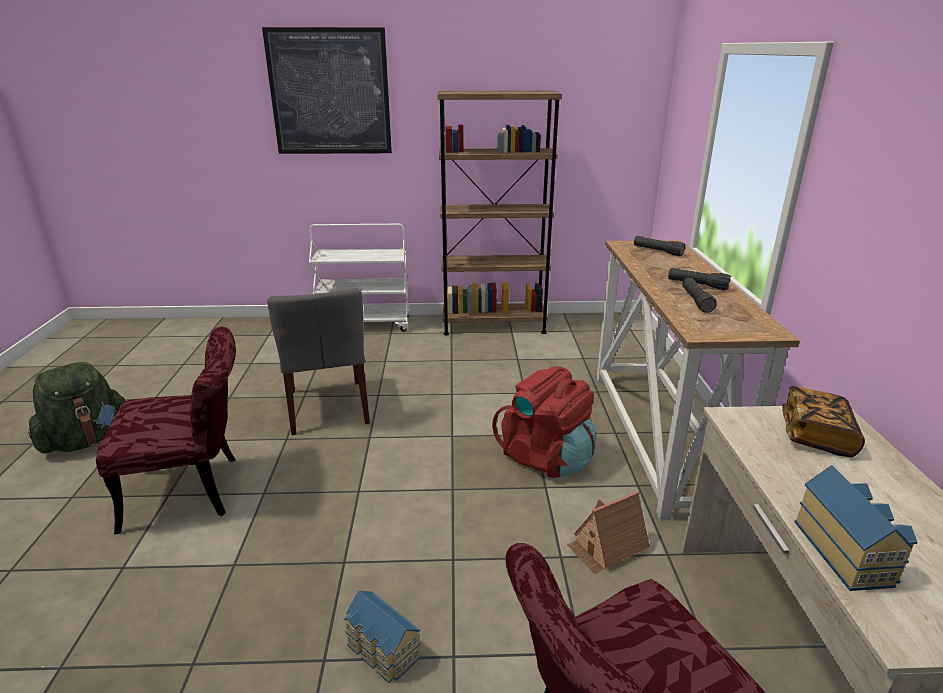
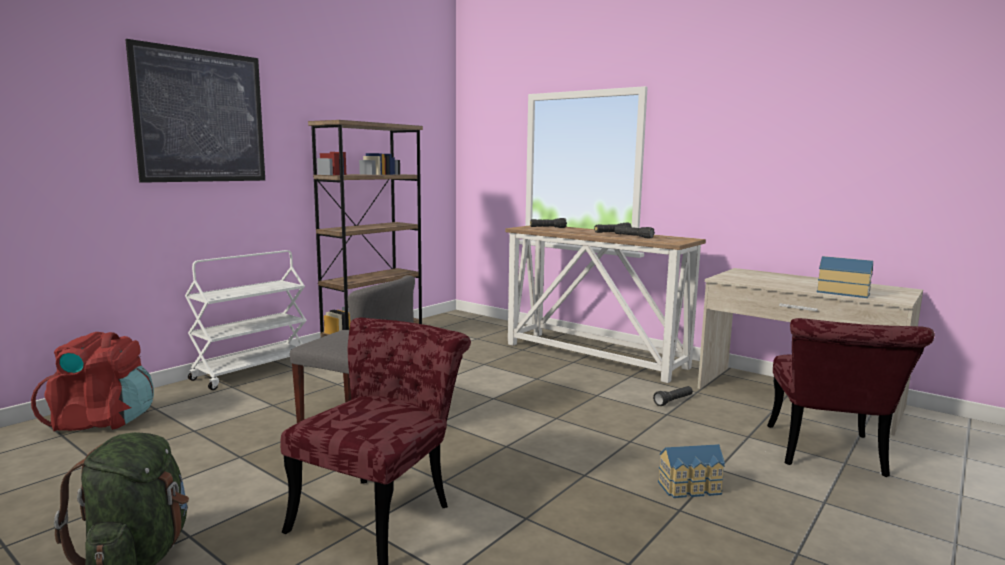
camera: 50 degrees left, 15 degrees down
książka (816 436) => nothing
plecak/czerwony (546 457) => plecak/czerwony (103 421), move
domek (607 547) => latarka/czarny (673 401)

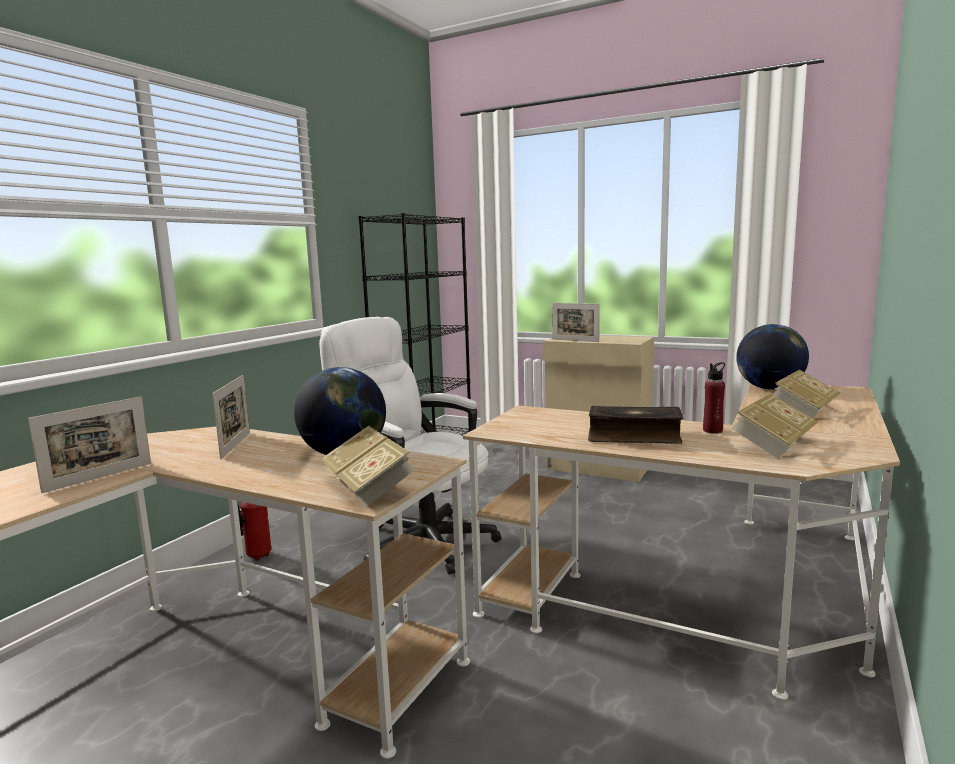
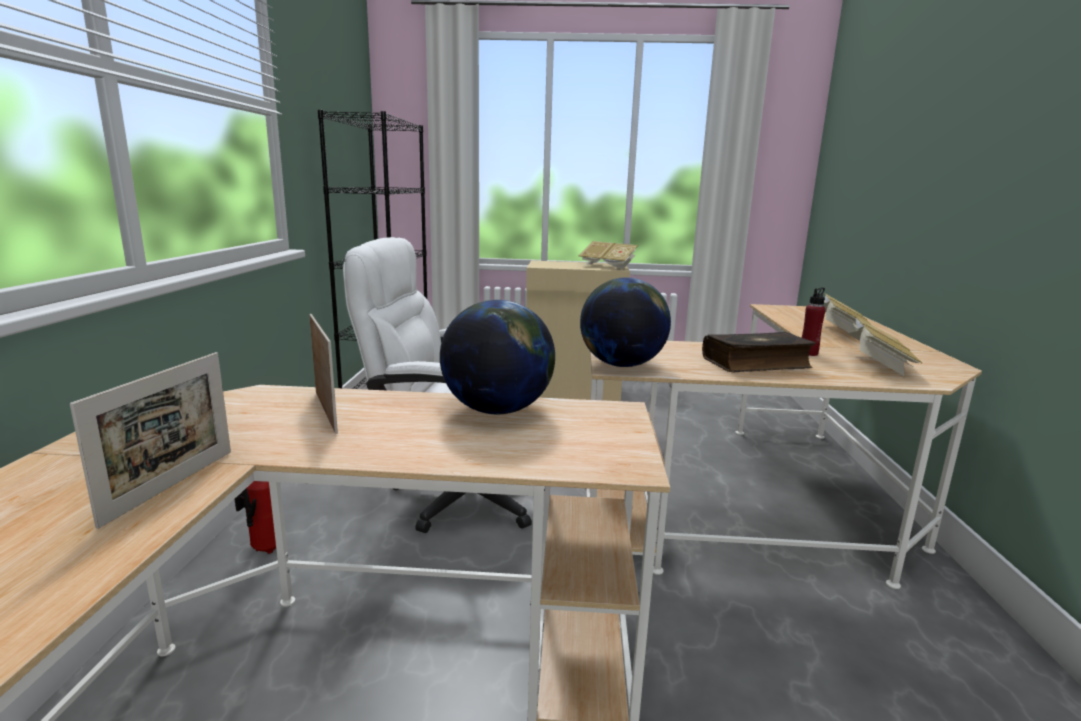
camera: 25 degrees left, 5 degrees up
ramka na zdjęcie (575 340) => nothing
książka (368 487) => książka (607 266), move
globus (769 388) => globus (621 364), move

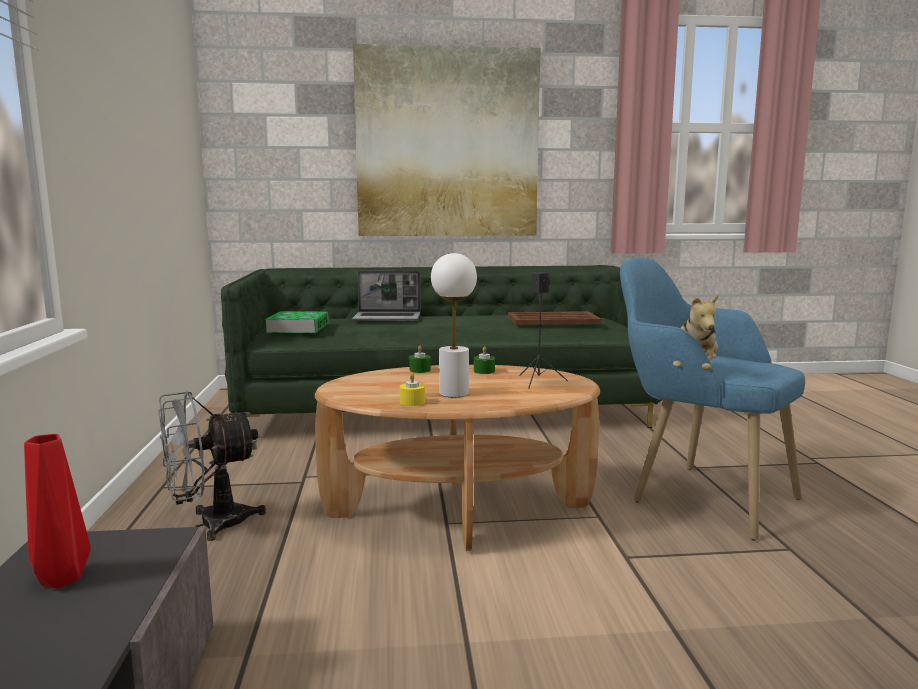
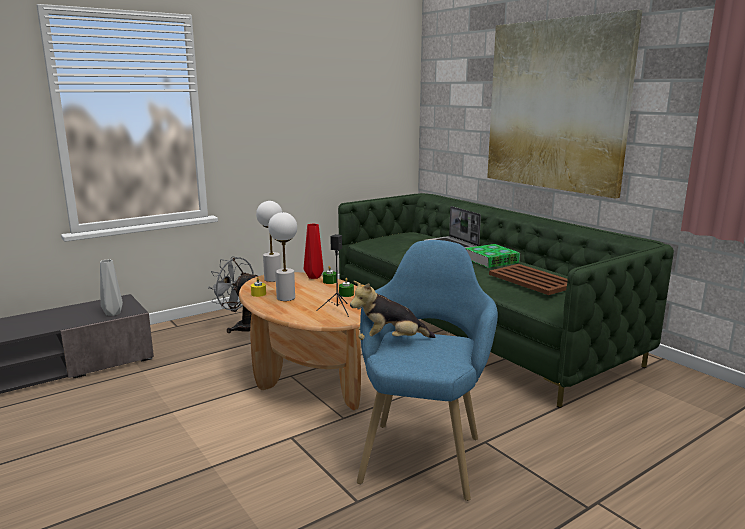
camera: 60 degrees right, 5 degrees up
nothing => wazon/szary (112 314)
nothing => lampa stołowa/biały (273 279)
wazon/czerwony (64 578) => wazon/czerwony (315 277), move
książka (298 328) => książka (491 260), move

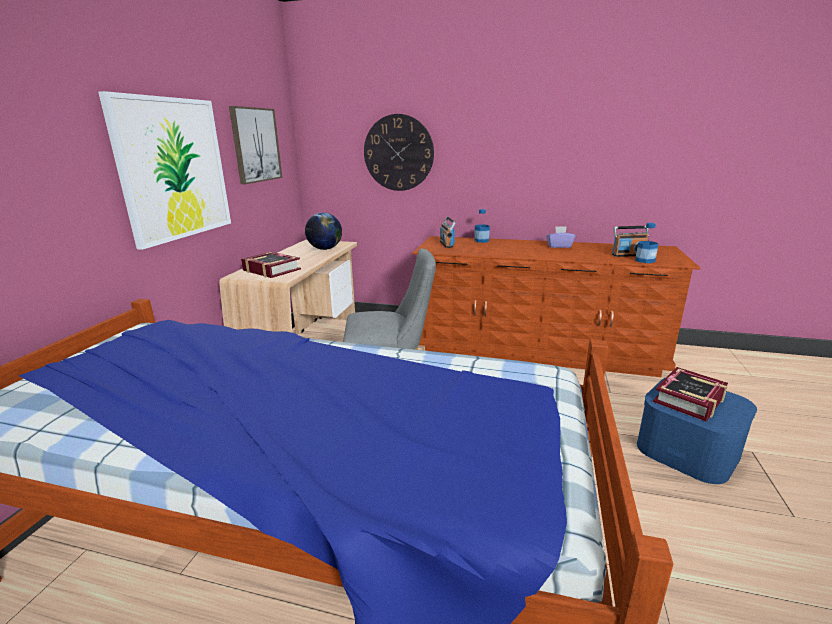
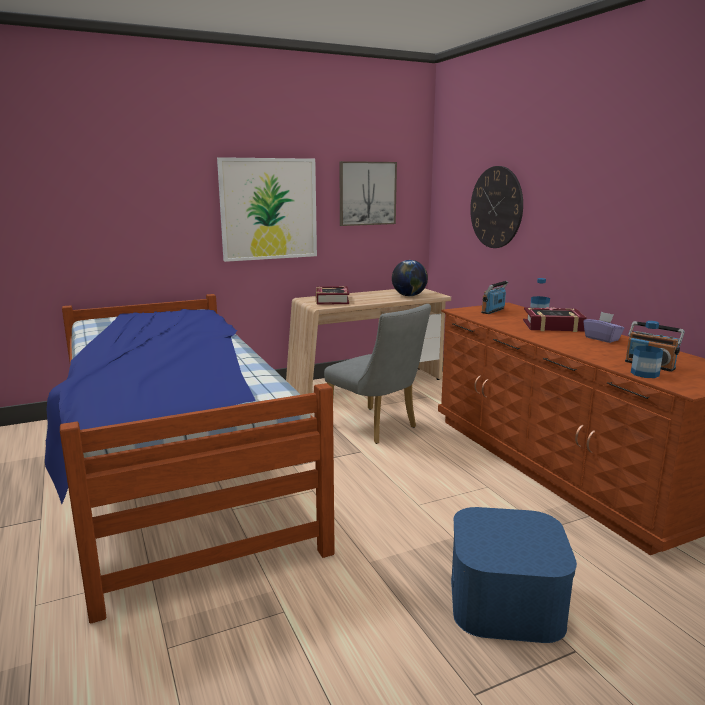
camera: 50 degrees right, 5 degrees down
książka (689 399) => książka (553 326), move

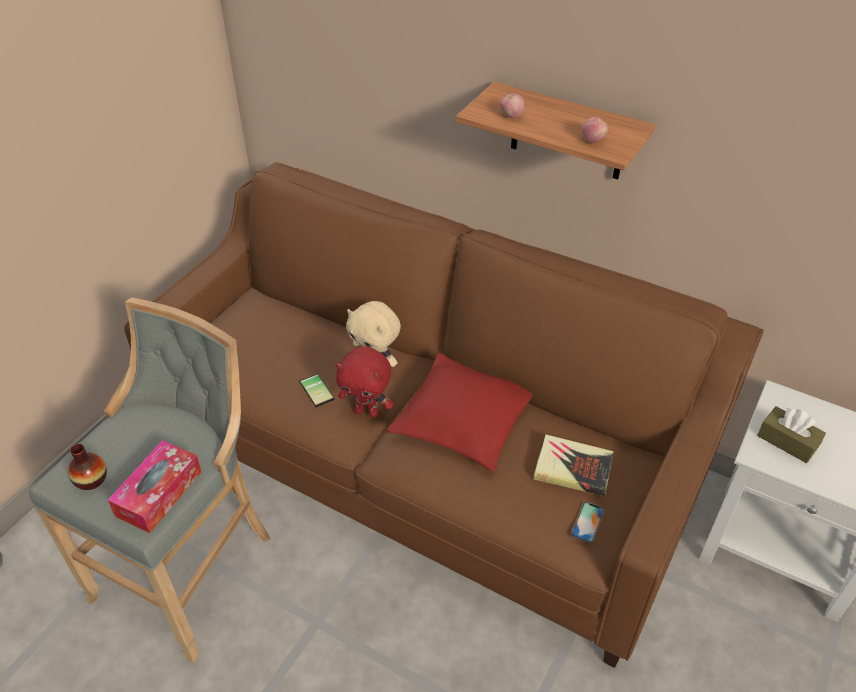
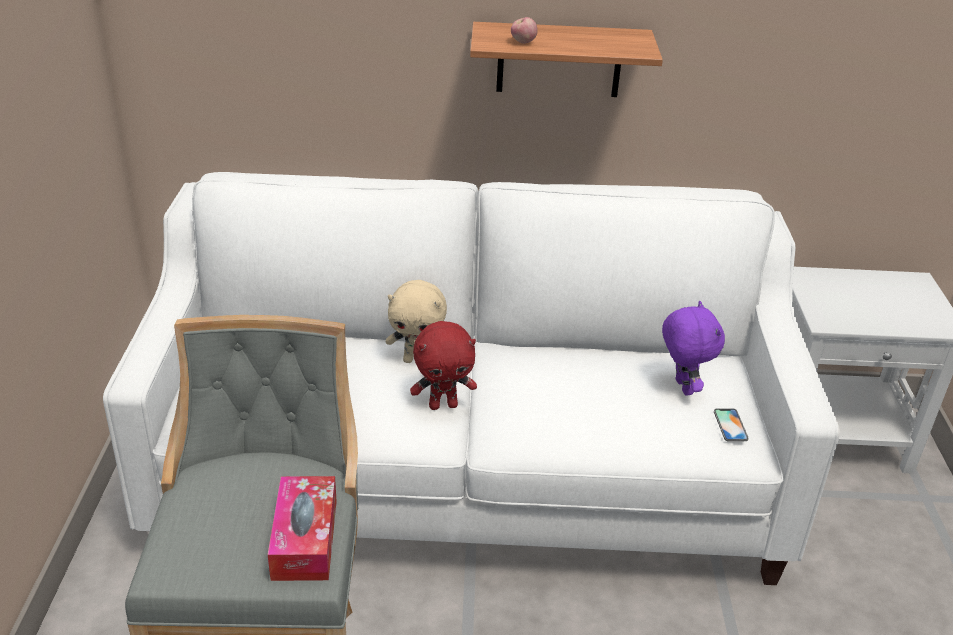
camera: 30 degrees left, 10 degrees down
wazon (91 479) => nothing
telefon (319 389) => nothing
poduszka/czerwony (463 421) => nothing
jabłko (593 141) => nothing
pudełko chusteczek/brązowy (787 441) => nothing
książka (572 469) => pluszak/fioletowy (681 387)
kanapa/brązowy (427 460) => kanapa/biały (468 472)

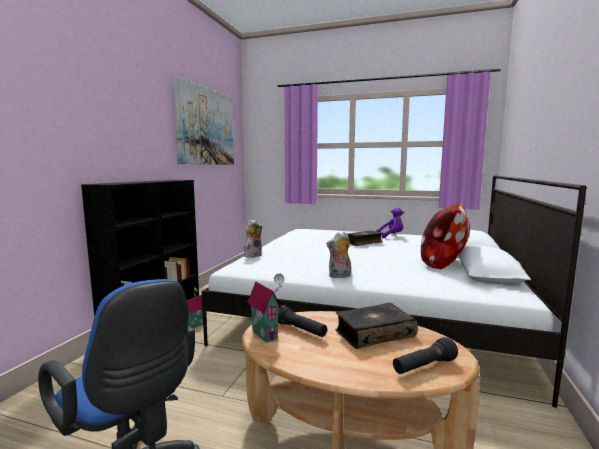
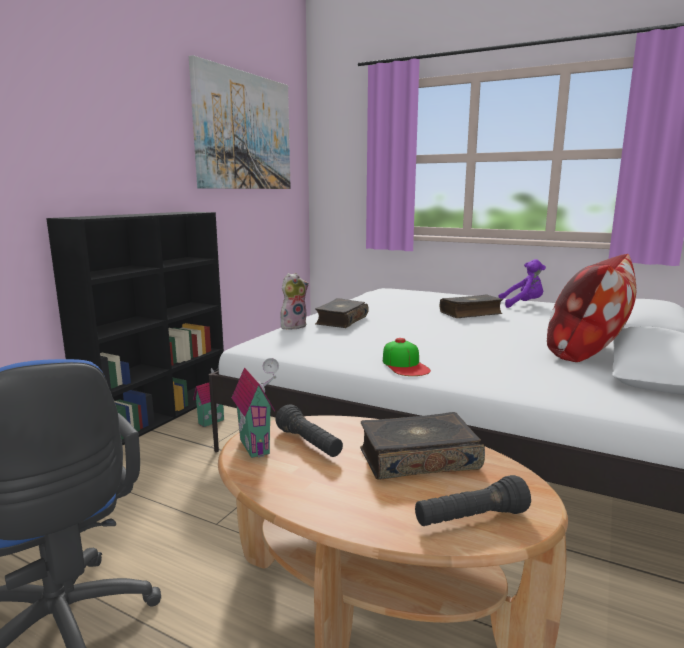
camera: 10 degrees right, 5 degrees up
nothing => książka (341 321)
pluszak (339 276) => czapka z daszkiem (405 365)

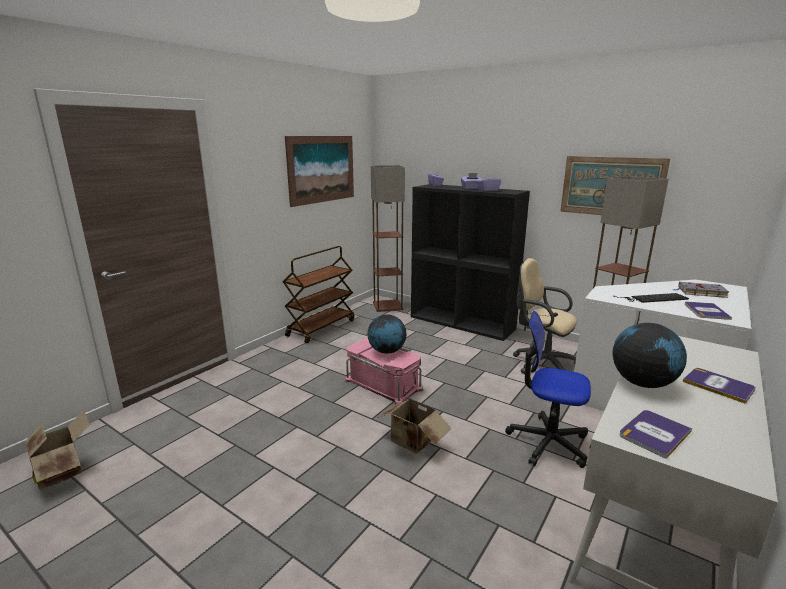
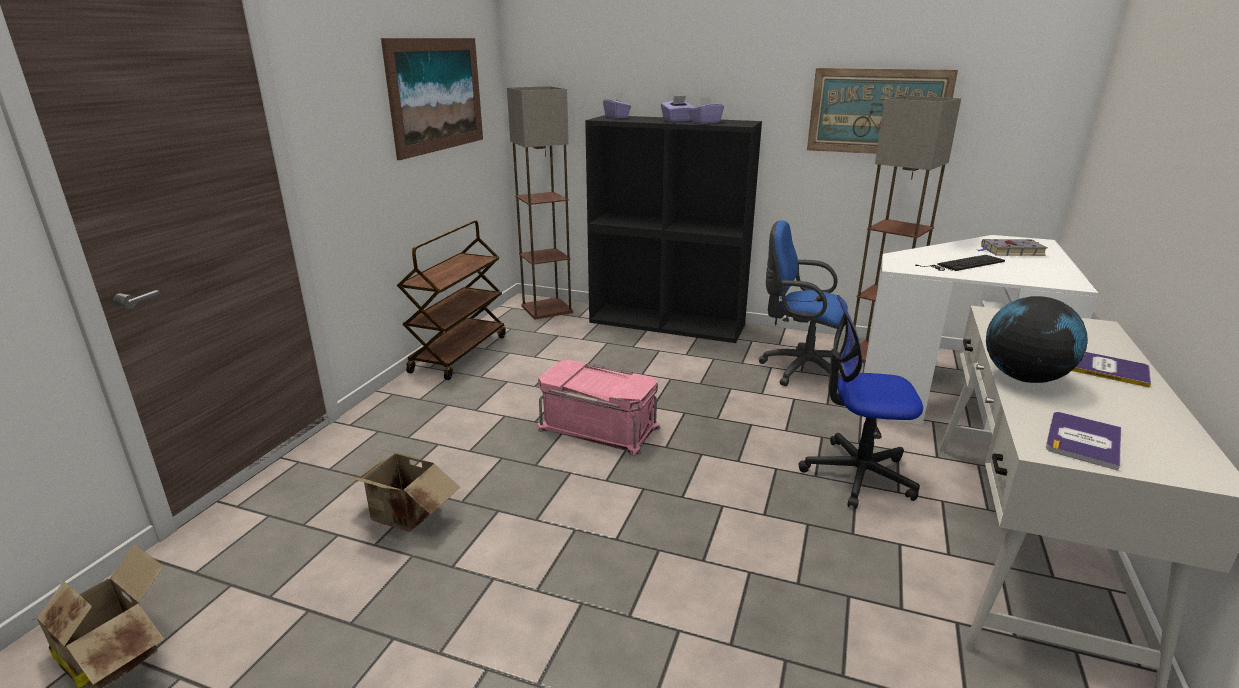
camera: 15 degrees left, 5 degrees up
globus (386 351) => nothing
książka (706 311) => nothing
karton (411 443) => karton (404 517), move
krzesło biurowe/beżowy (541 364) => krzesło biurowe/niebieski (800 369)

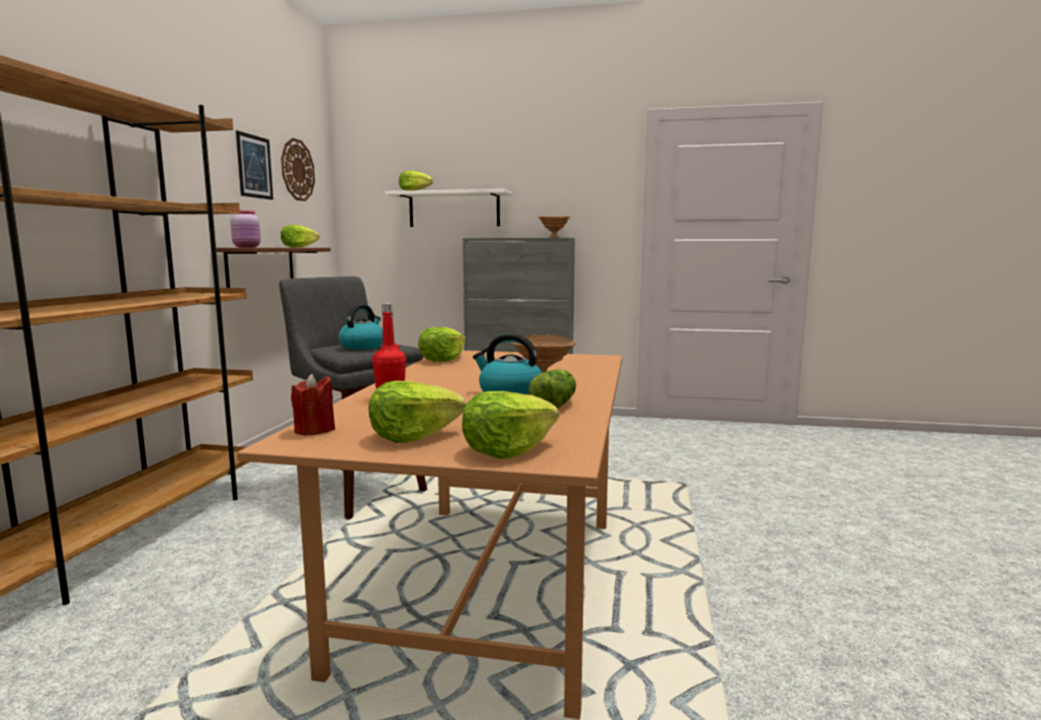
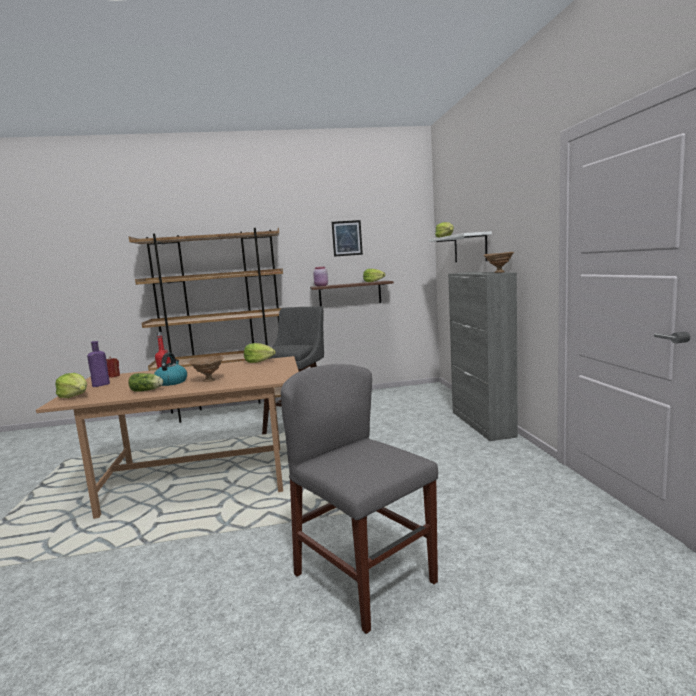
camera: 70 degrees right, 0 degrees up
zegar ścienny (297 170) => nothing
czajnik (362 346) => nothing
nothing => krzesło/szary (364 578)
sałata (413 436) => butelka/fioletowy (99 385)

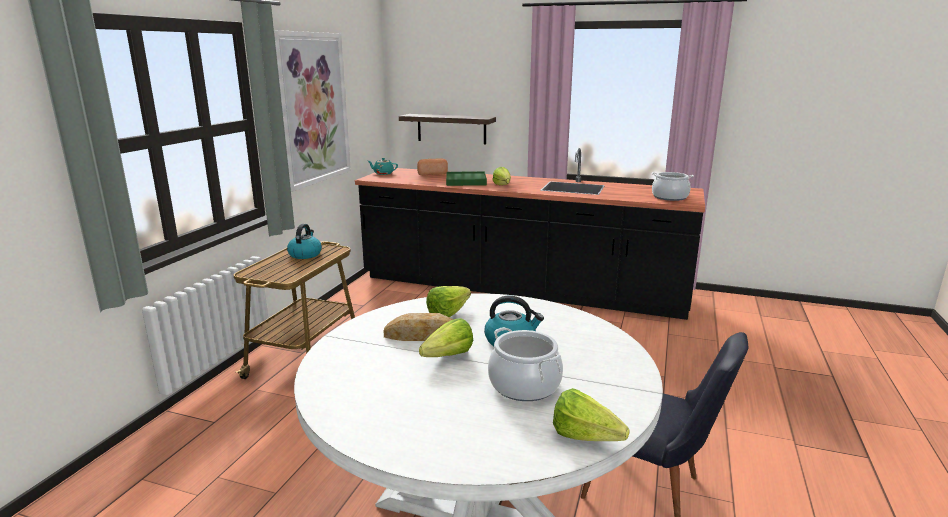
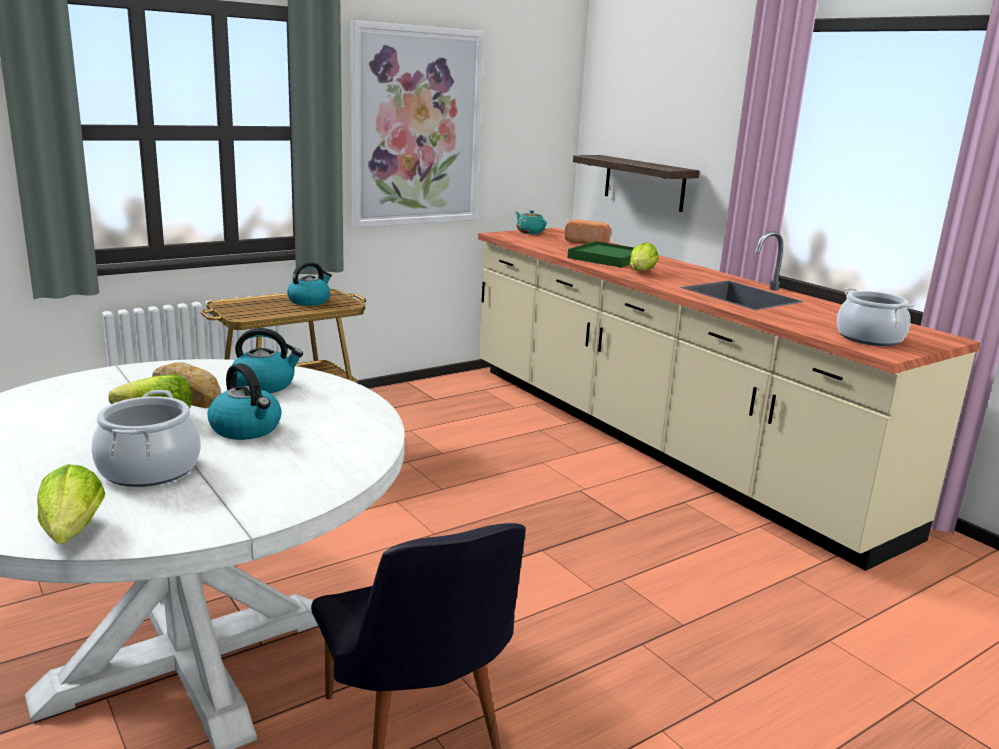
camera: 35 degrees right, 0 degrees up
sałata (452 313) => czajnik (264 385)
zabudowa kuchenna/czarny (520 289) => zabudowa kuchenna/beżowy (658 442)

